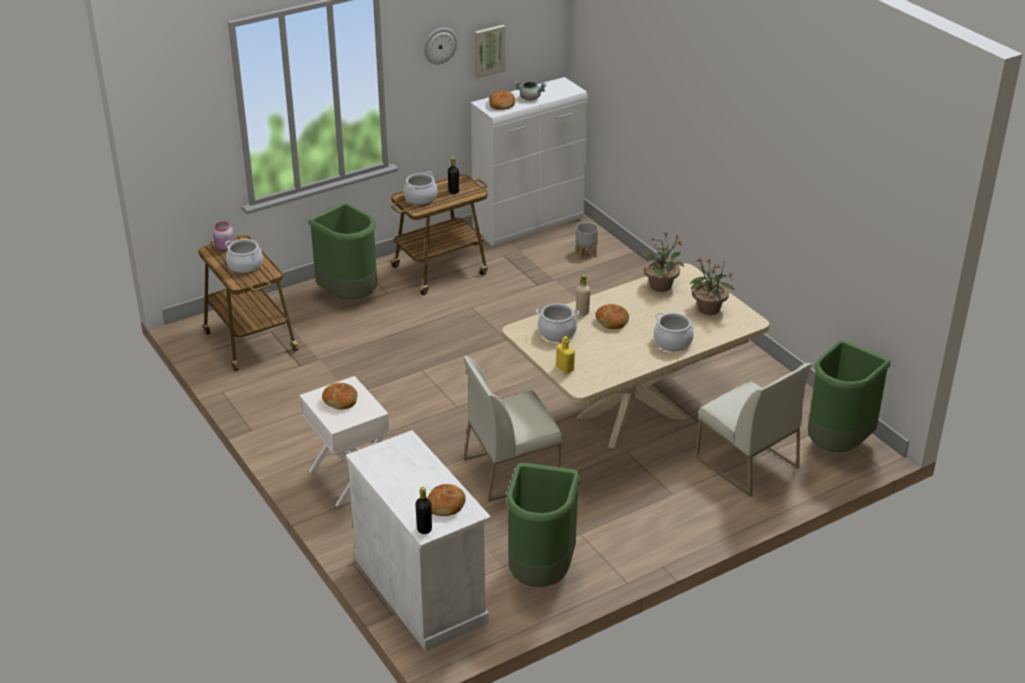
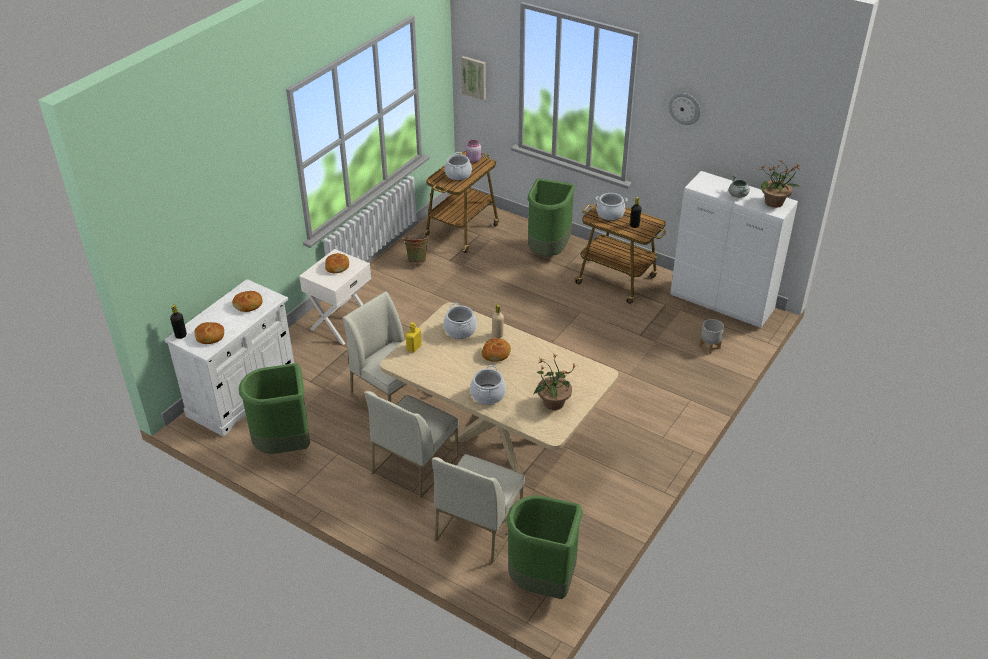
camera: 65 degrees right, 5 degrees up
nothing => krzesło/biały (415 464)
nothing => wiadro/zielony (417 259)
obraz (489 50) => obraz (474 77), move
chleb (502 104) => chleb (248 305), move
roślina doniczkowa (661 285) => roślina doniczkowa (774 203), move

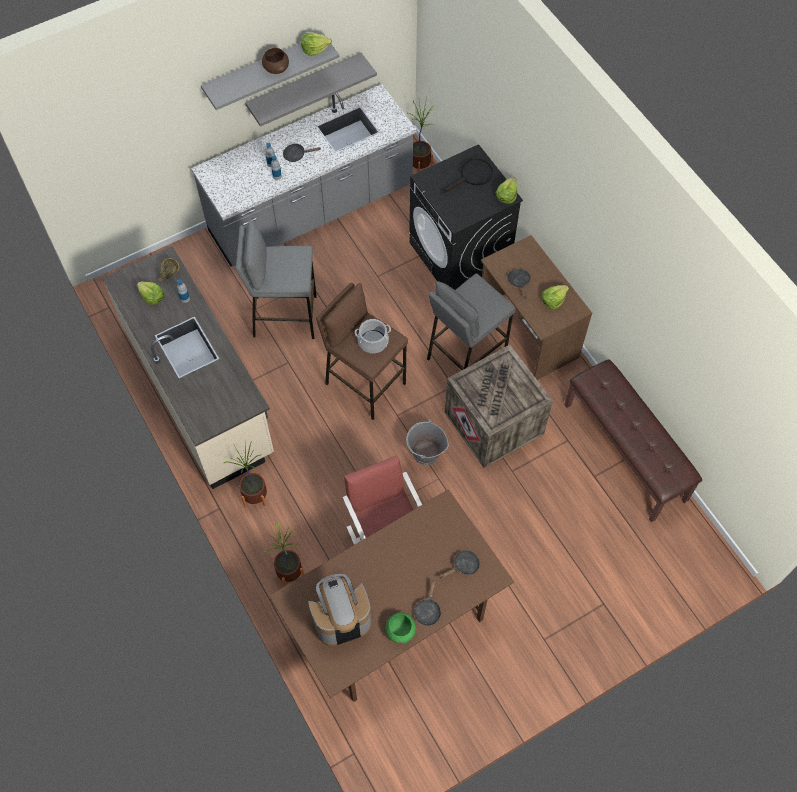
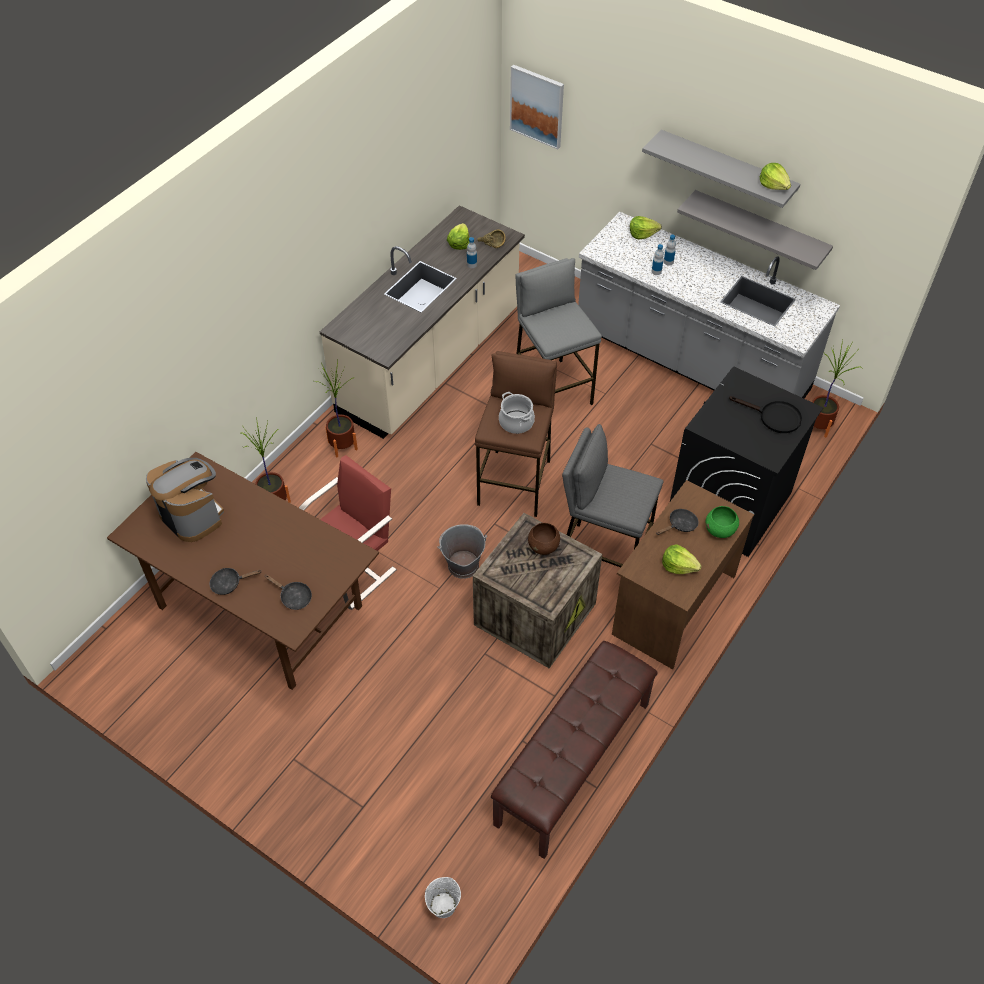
camera: 65 degrees right, 10 degrees down
patelnia/czarny (297 155) => nothing
nothing => wiadro/biały (443 906)
nothing => obraz (537 106)
miska/brązowy (276 68) => miska/brązowy (544 546), move
miska/zielony (401 631) => miska/zielony (720 530), move
sałata (506 195) => sałata (642 234), move

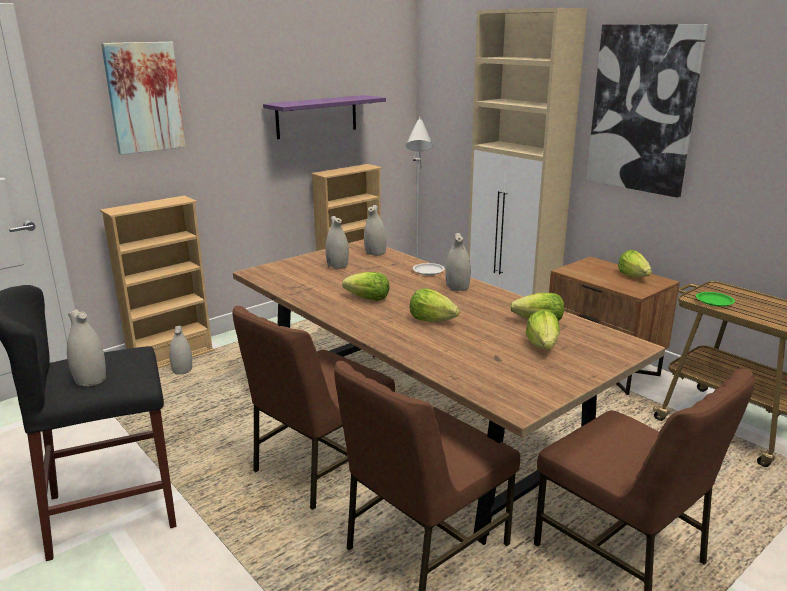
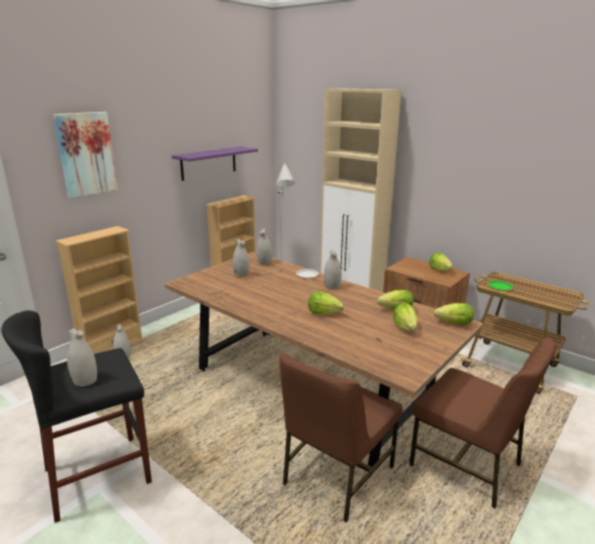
camera: 10 degrees left, 0 degrees up
krzesło/brązowy (319 466) => nothing
obraz (643 109) => nothing
sałata (368 299) => sałata (454 324), move

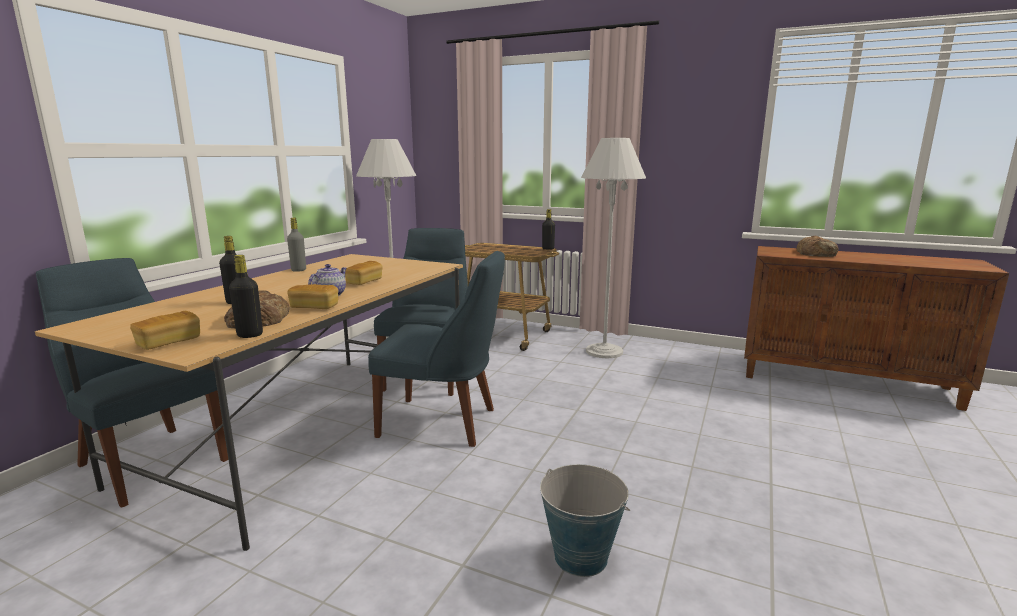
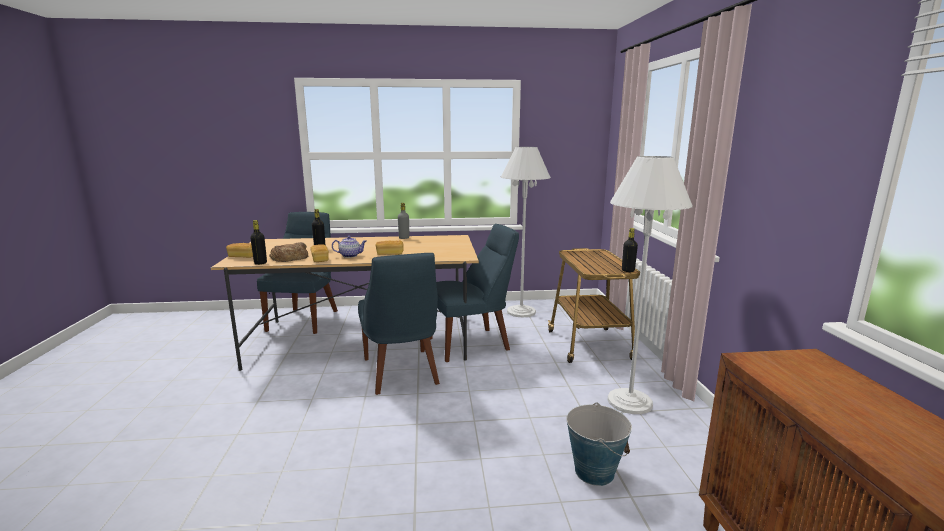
camera: 60 degrees right, 0 degrees up
chleb (817 253) => nothing
wiadro (580 556) => wiadro (594 471), move

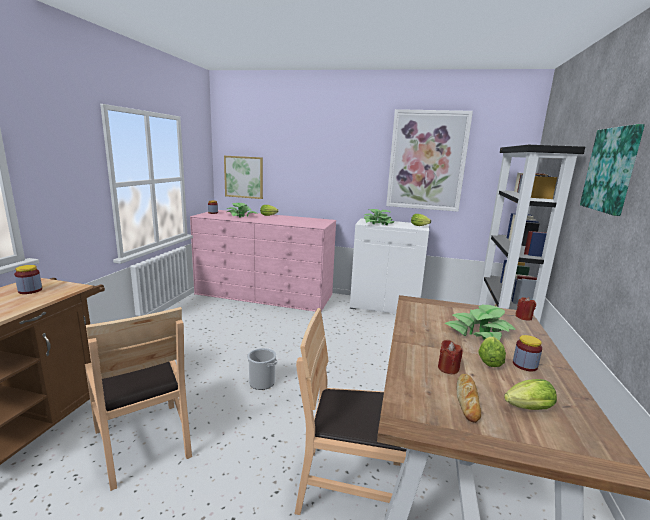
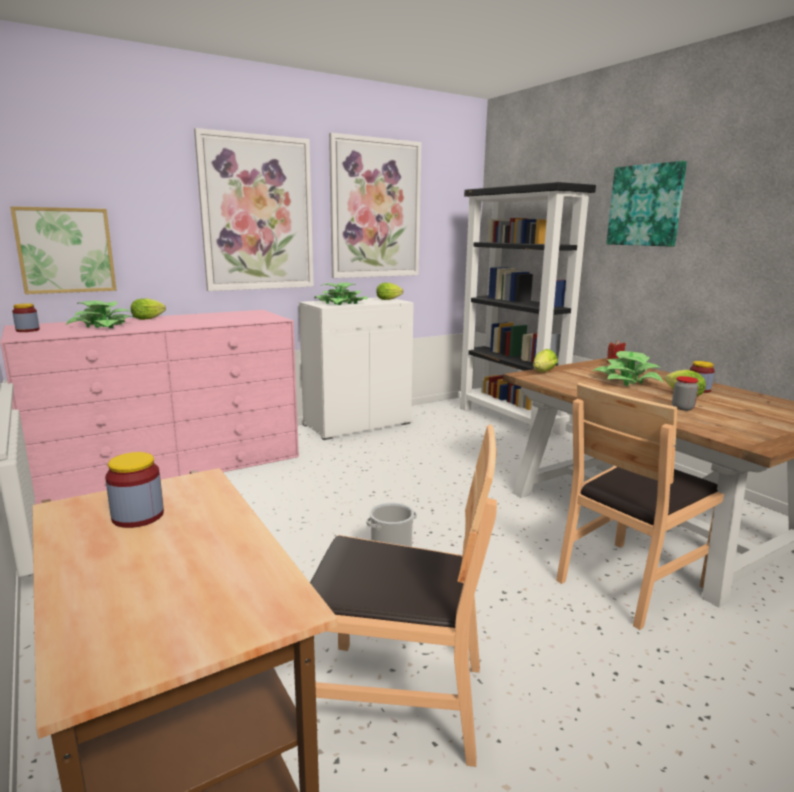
camera: 45 degrees left, 0 degrees up
chleb (468 399) => nothing
nothing => obraz (257 214)
sałata (526 409) => sałata (542 372), move
świeca/czerwony (448 368) => słoik (682 408)

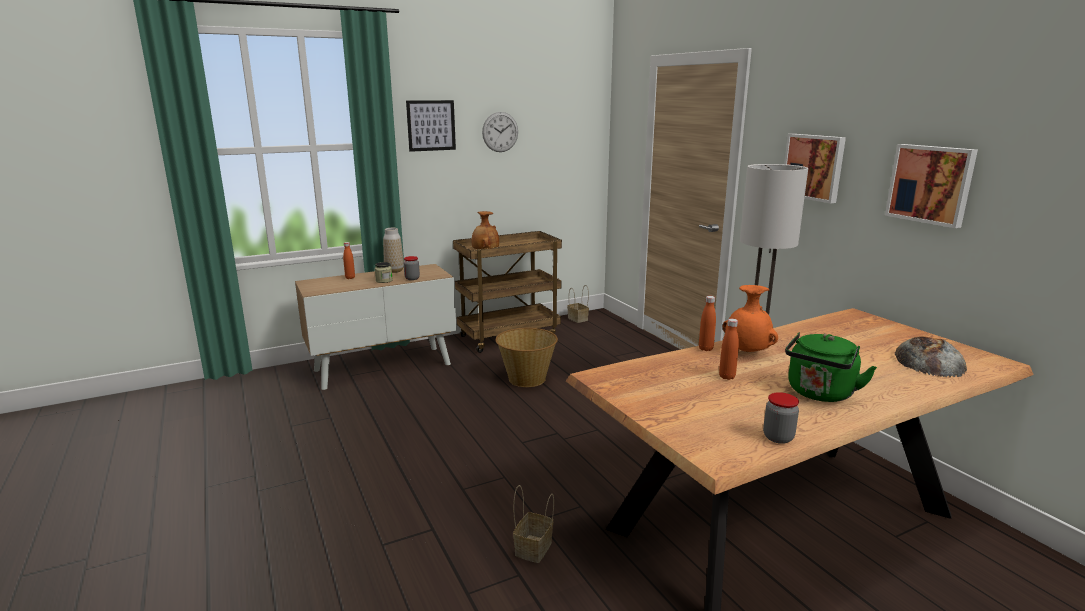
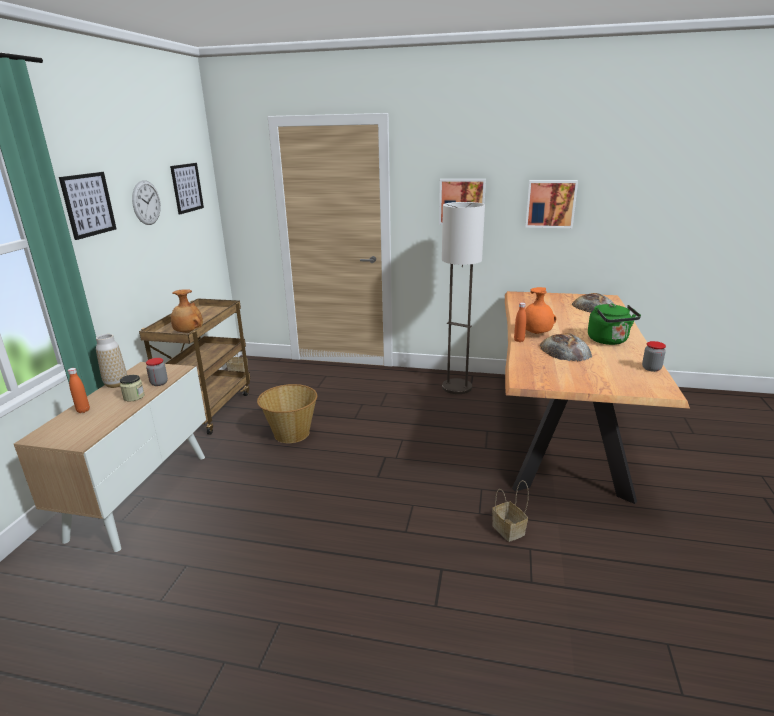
camera: 50 degrees left, 5 degrees up
nothing => obraz (187 188)
butelka/pomarańczowy (727 377) => chleb (565 350)

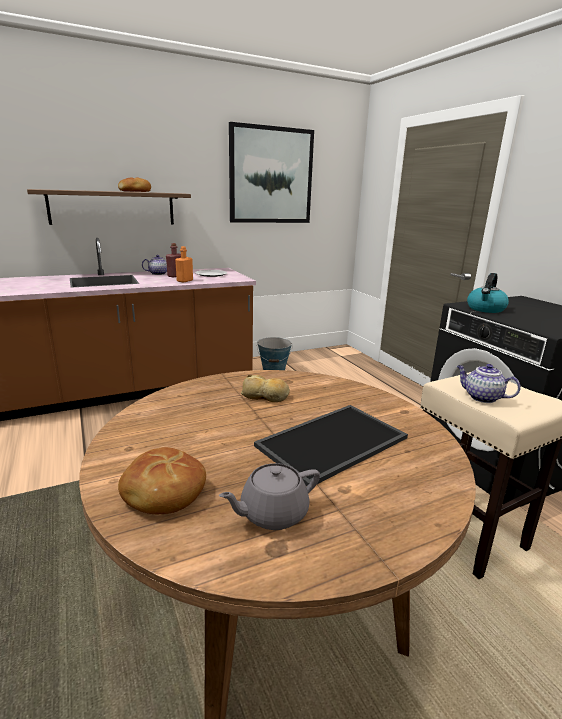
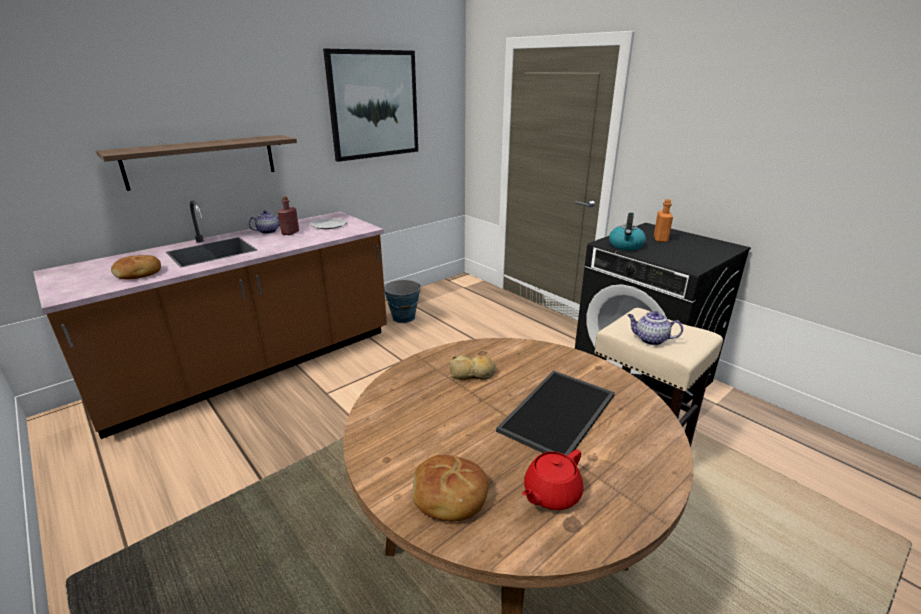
camera: 15 degrees left, 5 degrees up
chleb (135 191) => chleb (139 274), move
butelka/pomarańczowy (185 281) => butelka/pomarańczowy (660 239), move
imbryk/szary (272 513) => imbryk/czerwony (551 494)

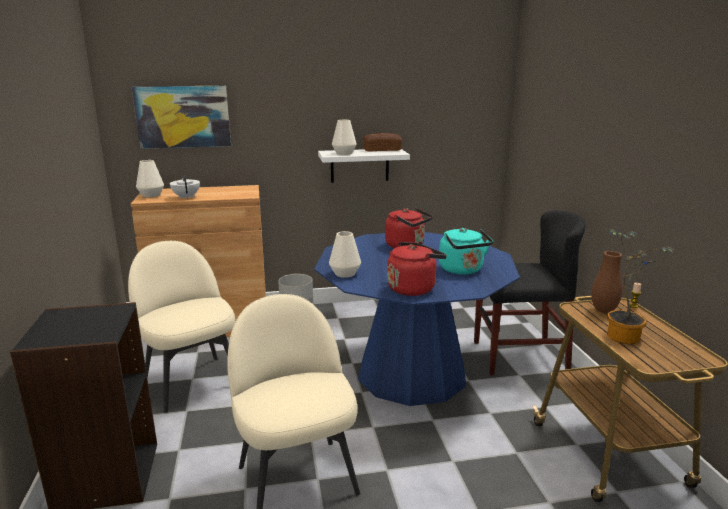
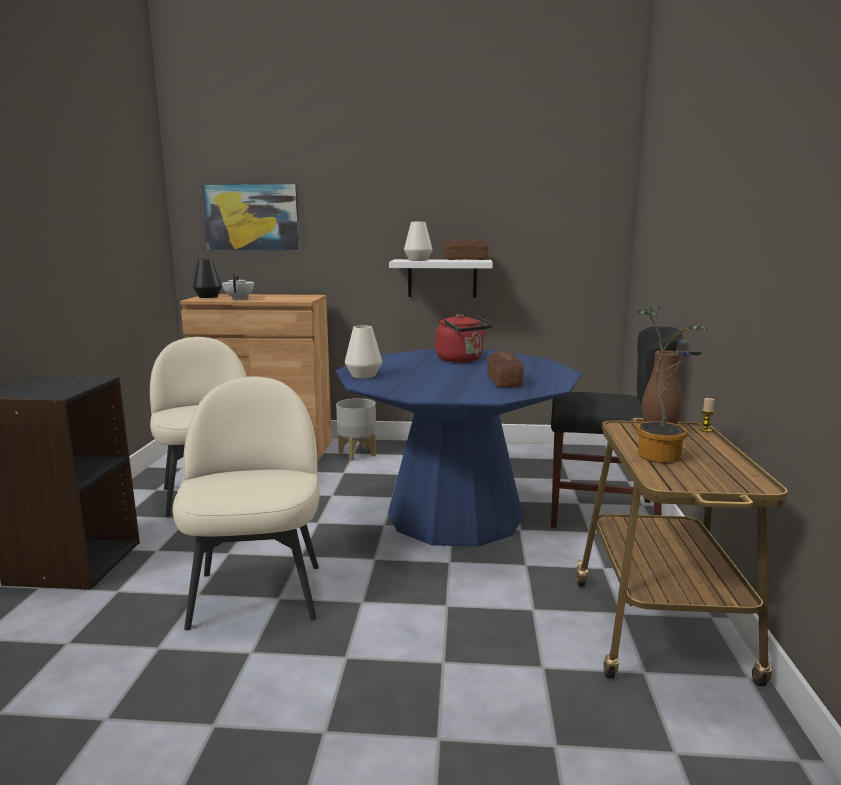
camera: 15 degrees right, 5 degrees down
czajnik/czerwony (413 288) => nothing
czajnik/turkusowy (462 270) => chleb (504 381)
wazon/biały (151 195) => wazon/czarny (208 297)

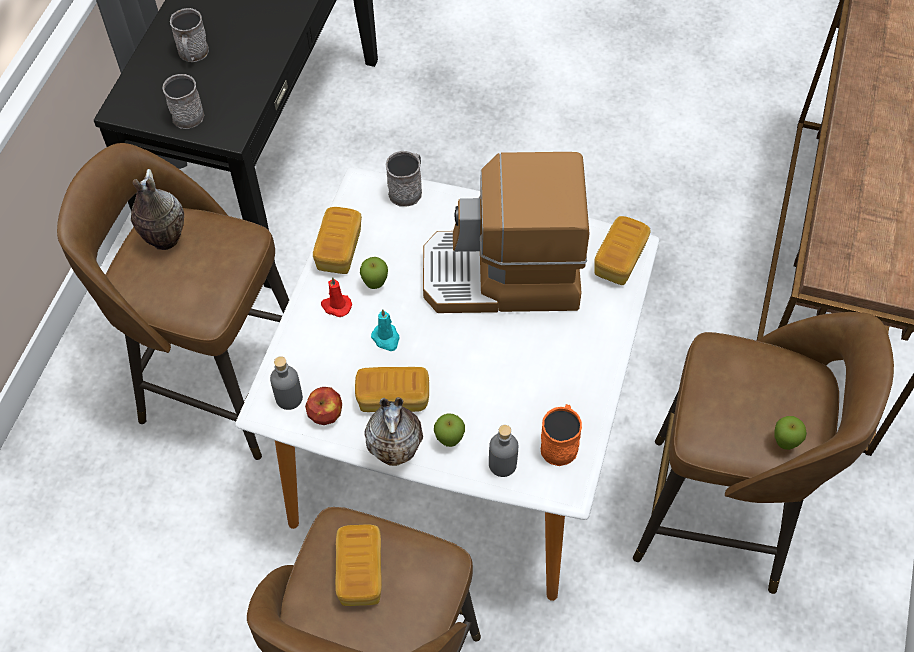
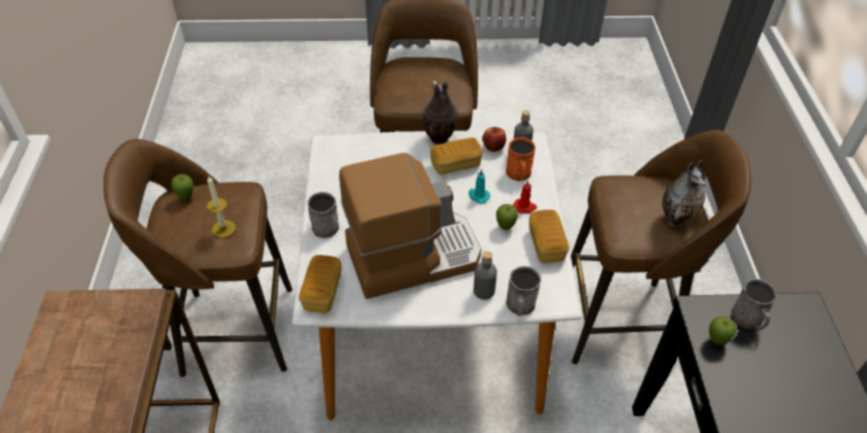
camera: 160 degrees right, 10 degrees down
chleb (360 572) => nothing
nothing => świeca (223 229)
kubek/szary (193 54) => kubek/szary (324 224), move
jabłko (449 441) => jabłko (716 341), move
butelka/szary (502 464) => butelka/szary (484 291), move
kubek/pomarańczowy (560 443) => kubek/pomarańczowy (519 174), move

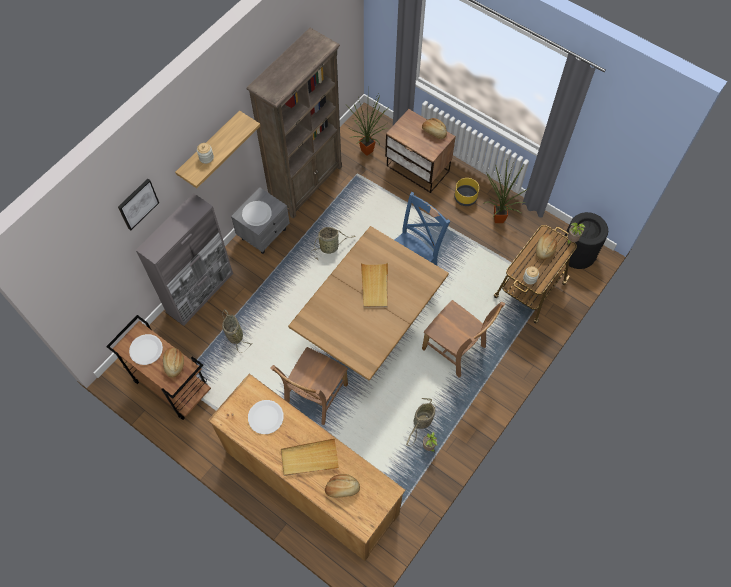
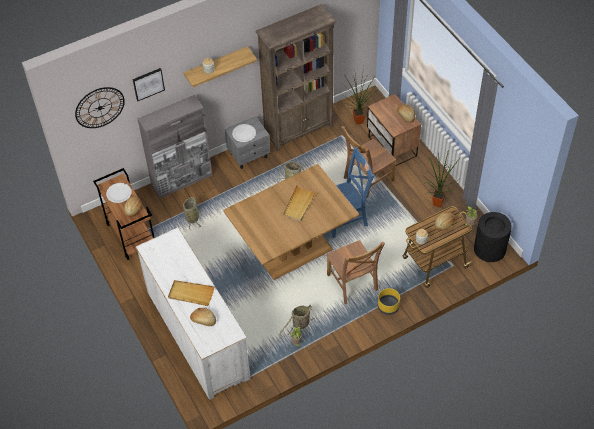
camera: 25 degrees right, 10 degrees down
talerz/biały (266 417) => nothing
nothing => zegar ścienny (100 107)
krzesło/brązowy (314 396) => krzesło/brązowy (367 180), move
donica/żółty (465 197) => donica/żółty (388 306), move
komoda/brązowy (311 482) => komoda/biały (197 334)

